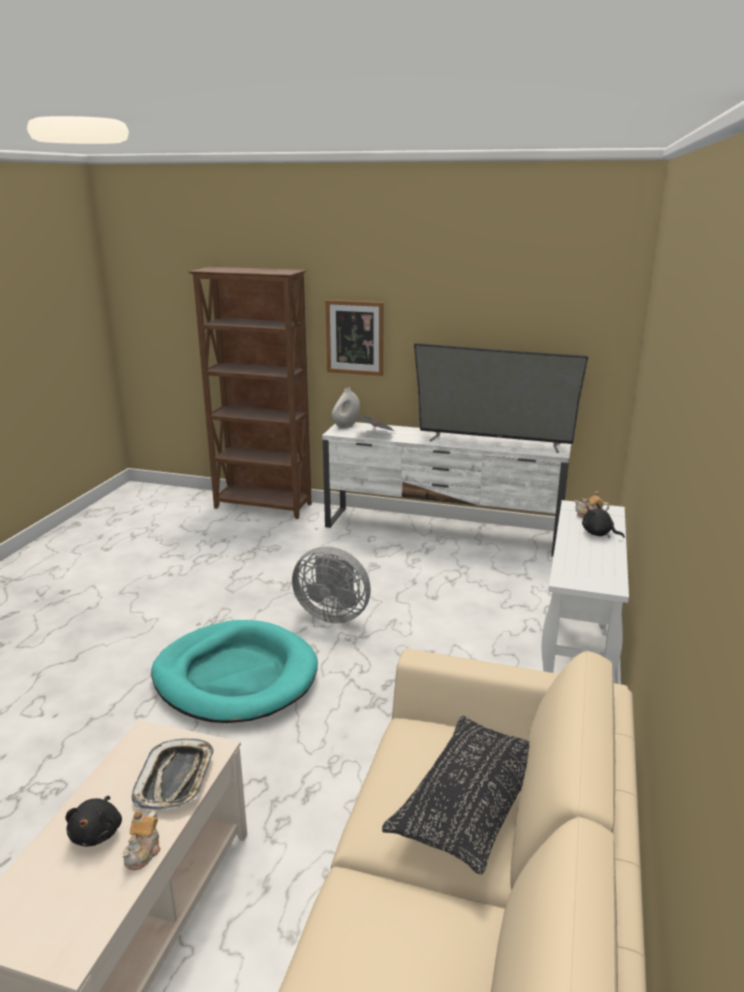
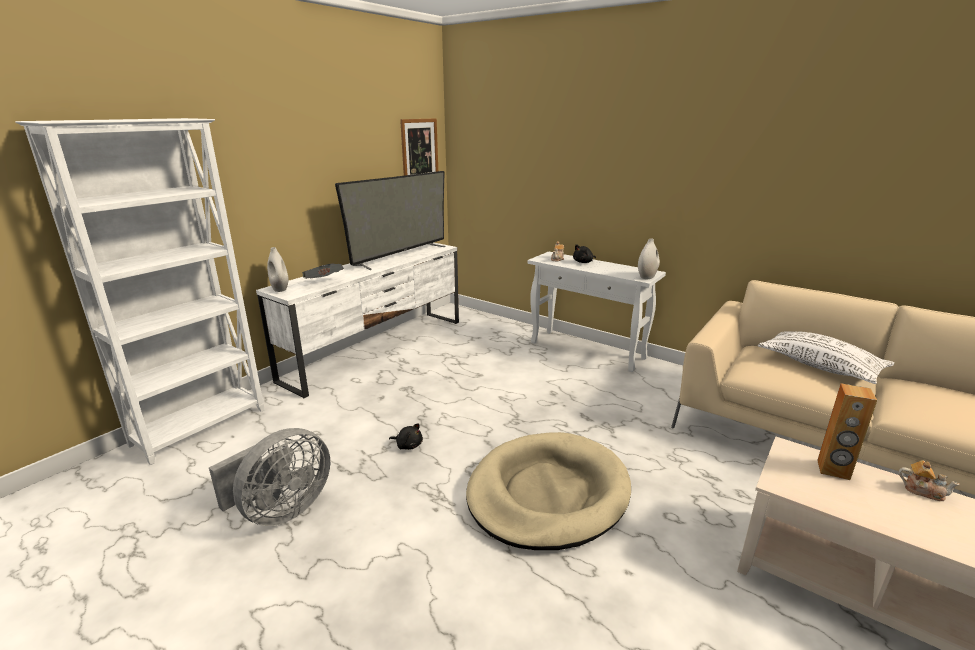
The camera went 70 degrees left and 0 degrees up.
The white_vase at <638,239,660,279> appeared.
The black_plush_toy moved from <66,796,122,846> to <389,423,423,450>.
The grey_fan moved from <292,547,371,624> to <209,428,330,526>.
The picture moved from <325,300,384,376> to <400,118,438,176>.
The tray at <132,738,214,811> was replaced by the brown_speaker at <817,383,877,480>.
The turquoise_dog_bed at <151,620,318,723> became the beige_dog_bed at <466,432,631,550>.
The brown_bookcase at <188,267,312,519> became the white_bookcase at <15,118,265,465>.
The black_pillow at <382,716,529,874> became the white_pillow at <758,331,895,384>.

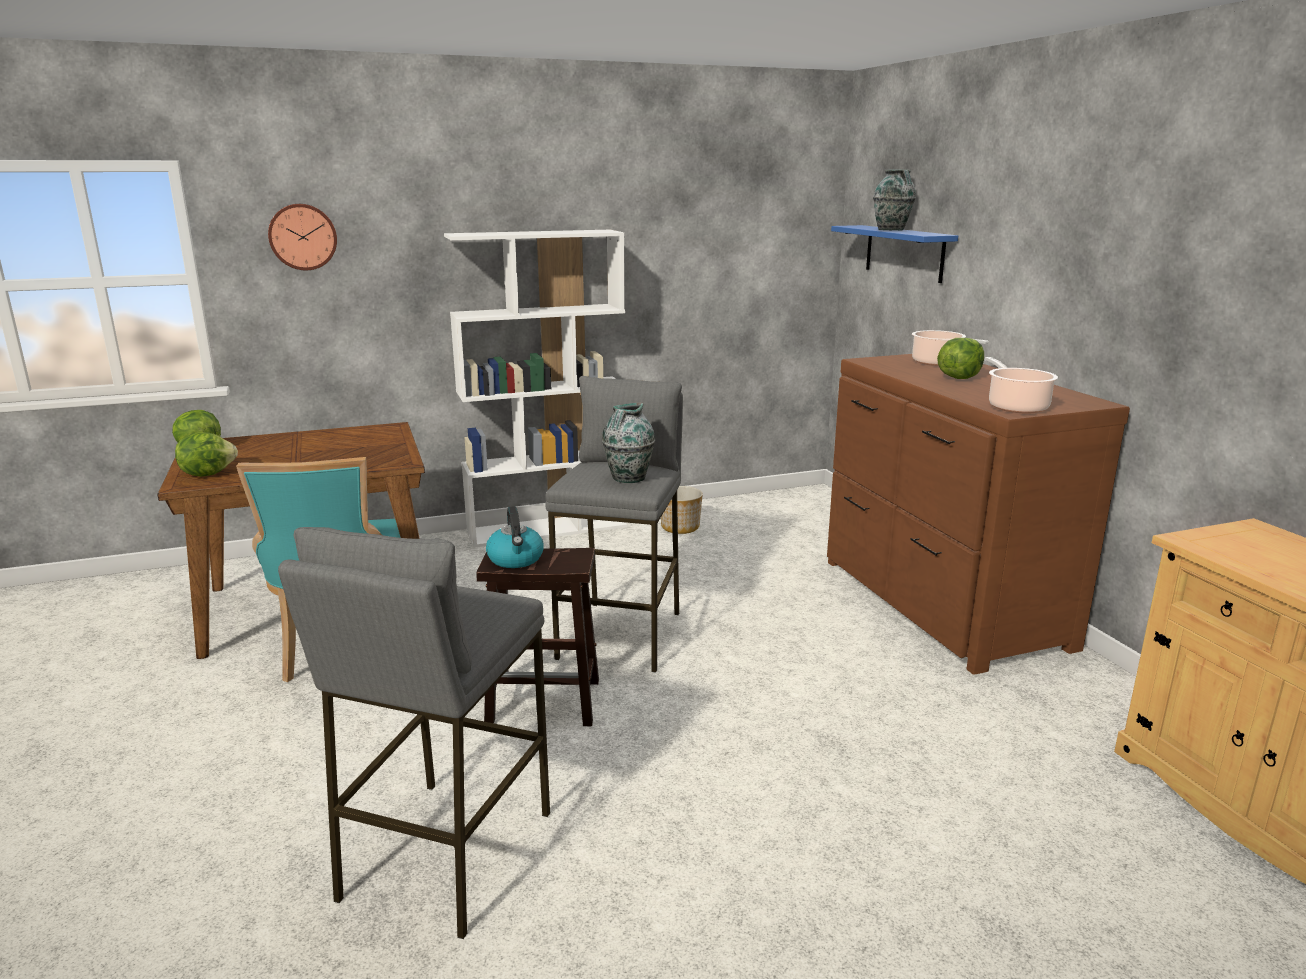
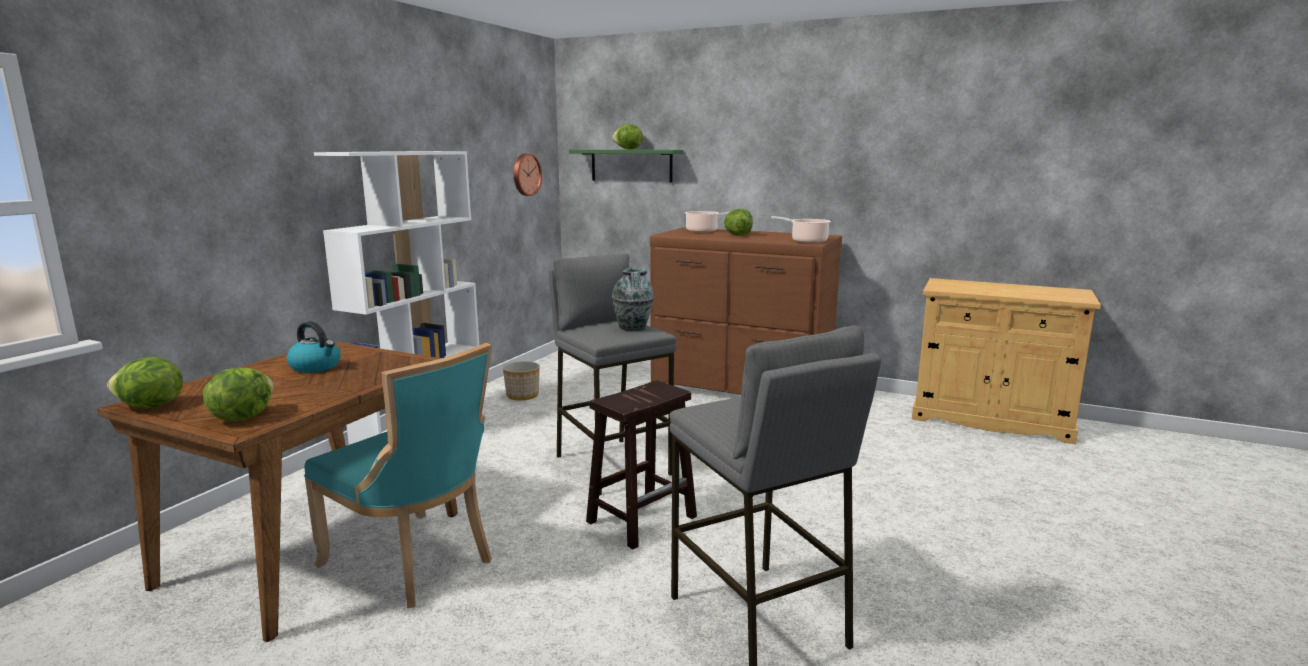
The camera went 45 degrees left and 5 degrees down.
The wall_clock moved from <268,204,337,270> to <514,153,542,196>.
The kettle moved from <486,506,544,568> to <287,321,341,373>.
The vase at <873,170,916,230> was replaced by the lettuce at <612,124,643,149>.
The blue_shelf at <831,225,958,283> became the green_shelf at <569,149,684,183>.

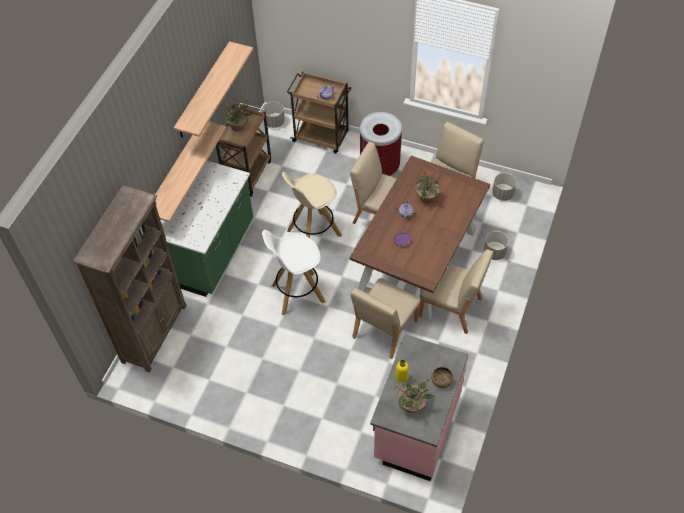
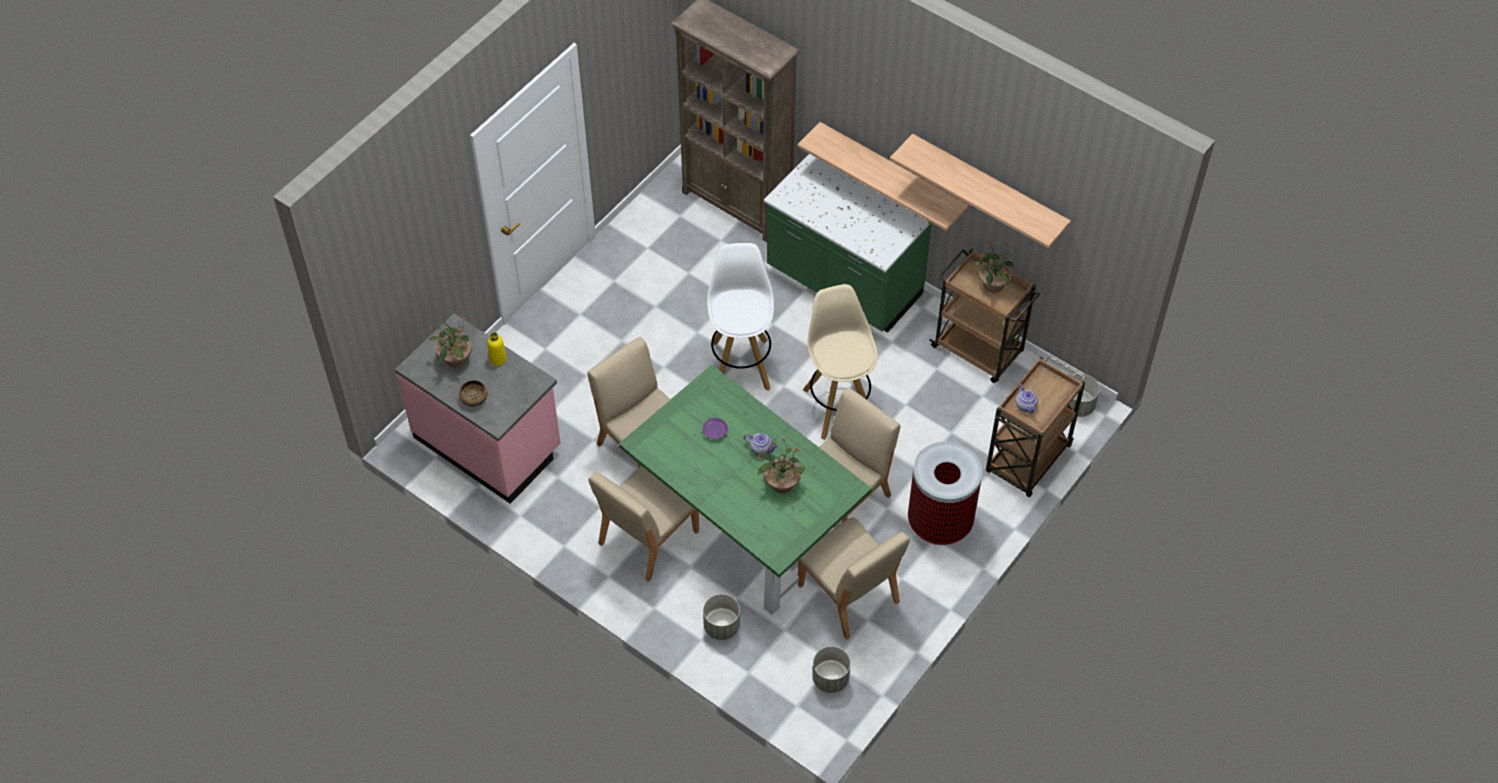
The camera went 105 degrees right and 0 degrees up.
The brown_dining_table at <349,155,490,320> became the green_dining_table at <619,364,872,615>.

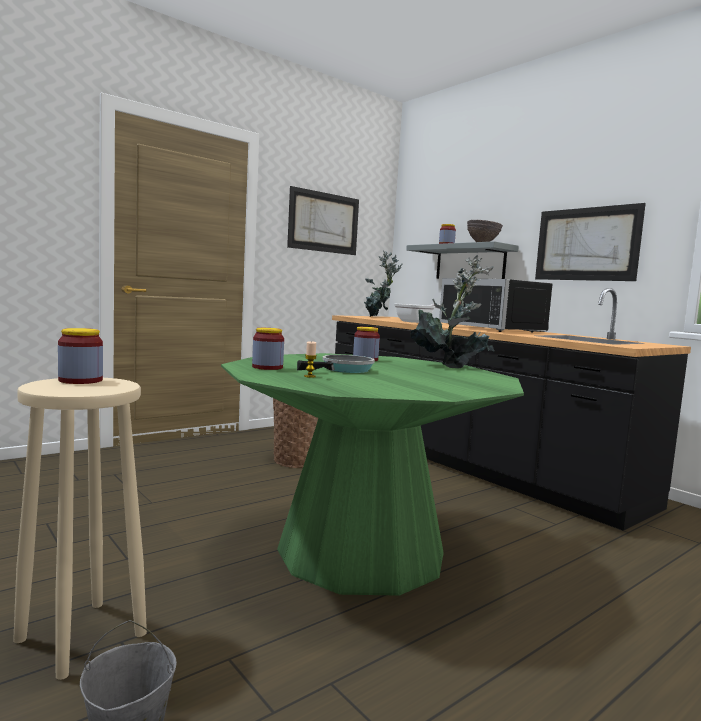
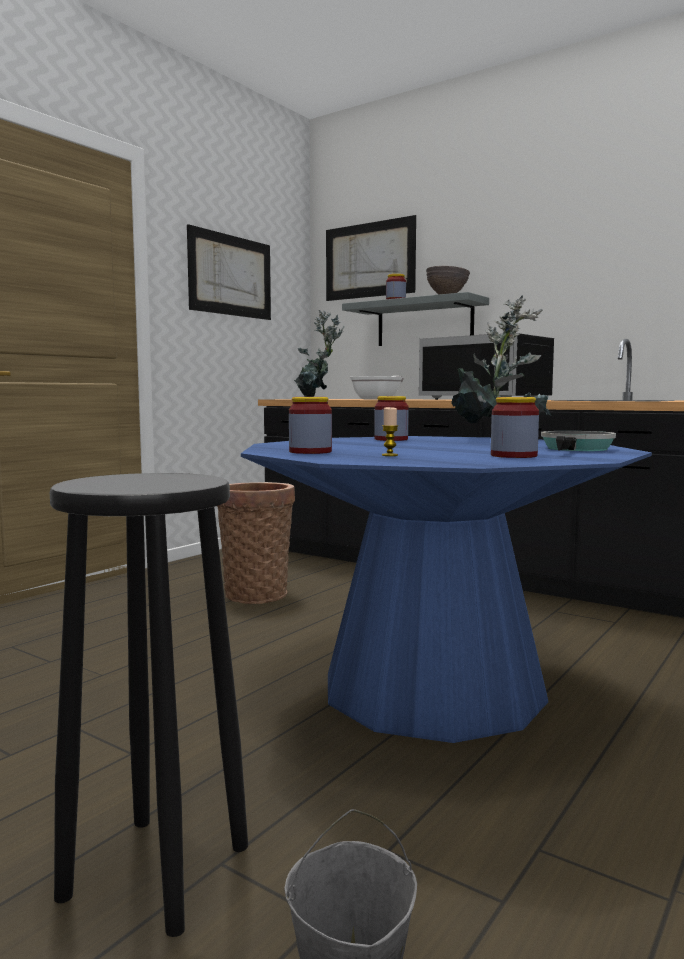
The camera went 15 degrees left and 0 degrees up.
The jar moved from <58,328,103,384> to <491,397,539,458>.
The frying_pan moved from <297,355,375,373> to <541,431,616,451>.
The picture moved from <535,203,646,281> to <326,215,416,301>.
The beige_stool at <13,378,147,680> became the black_stool at <50,473,248,937>.
The green_dining_table at <221,353,524,596> became the blue_dining_table at <241,436,652,743>.

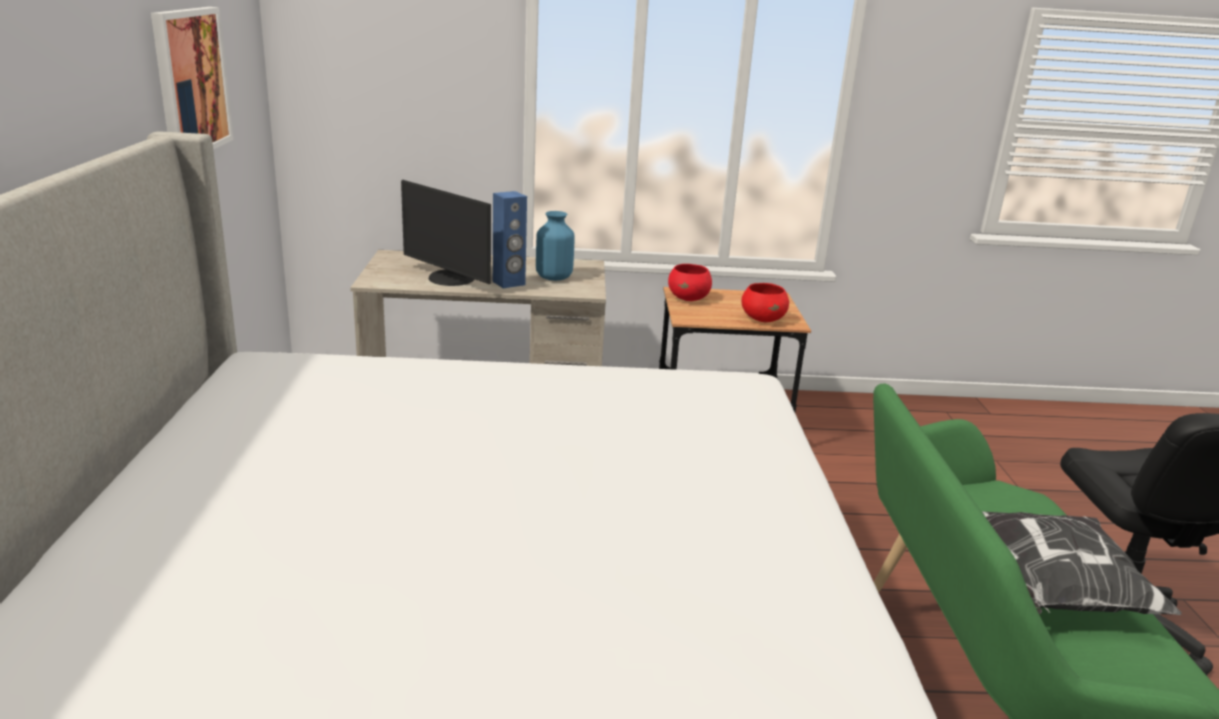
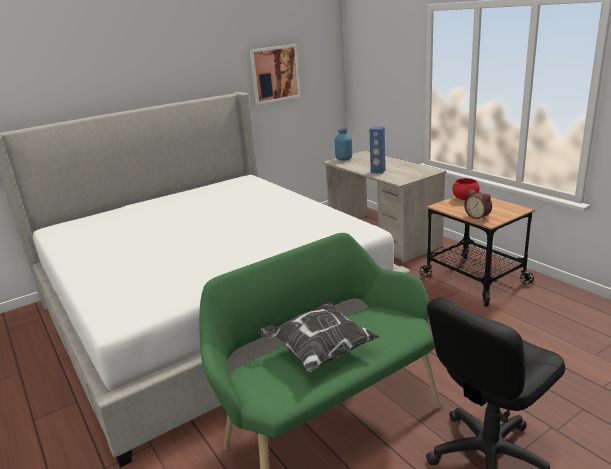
The camera went 60 degrees right and 0 degrees up.
The monitor at <401,180,491,286> disappeared.
The blue_vase moved from <536,211,575,281> to <335,128,352,161>.
The red_bowl at <741,283,789,322> was replaced by the alarm_clock at <464,190,492,220>.

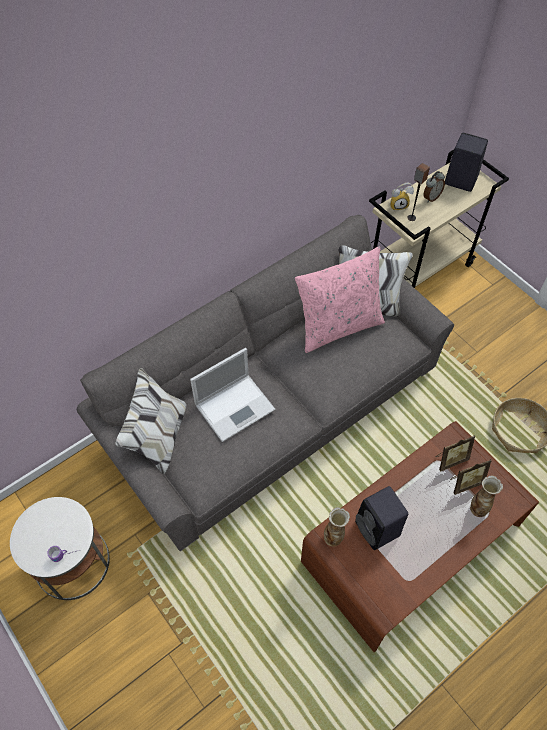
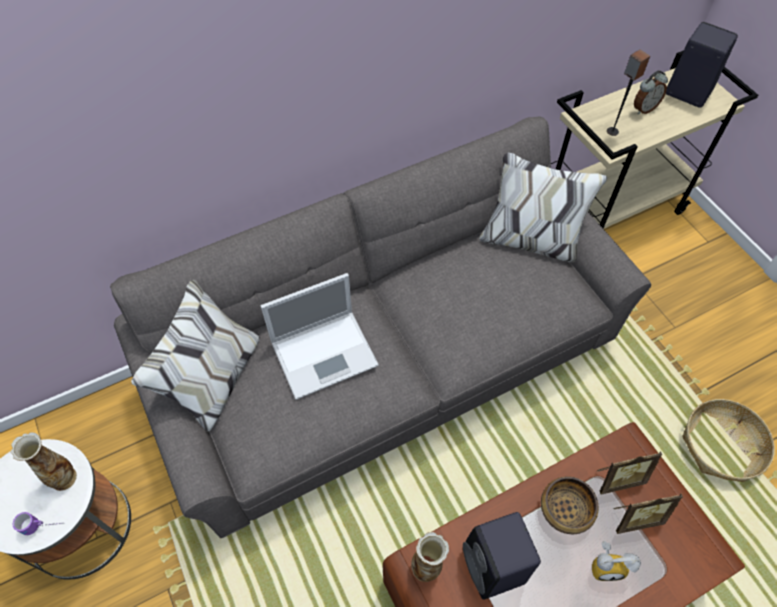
The camera went 10 degrees right and 0 degrees up.
The pink_pillow at <295,247,385,353> disappeared.
The bowl at <541,477,599,534> appeared.
The alarm_clock moved from <390,183,414,210> to <592,541,641,581>.
The vase moved from <470,476,503,517> to <11,432,77,491>.

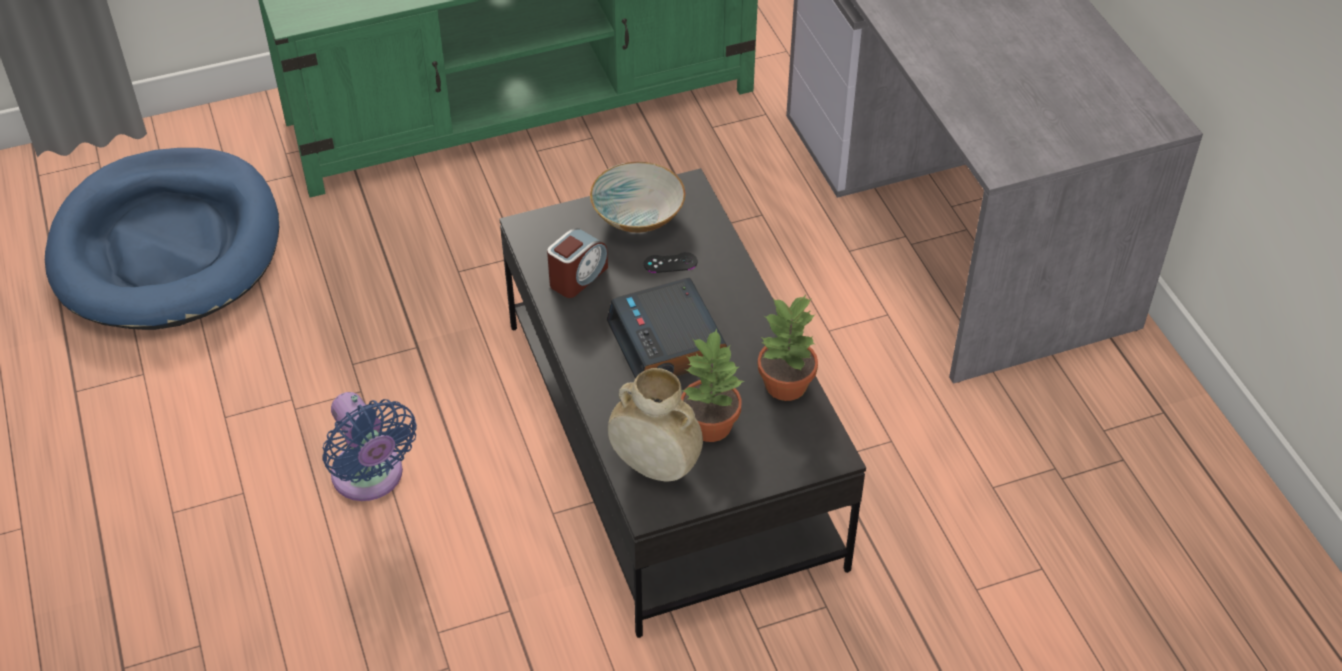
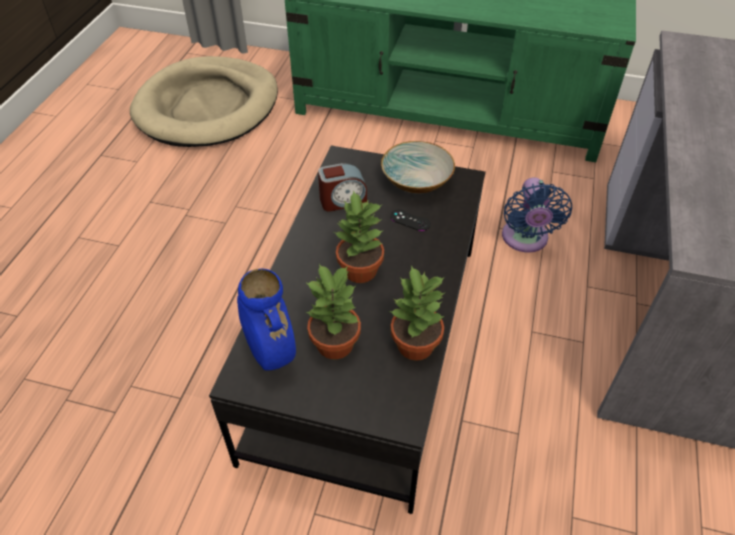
The camera went 35 degrees right and 0 degrees up.
The blue_fan moved from <322,392,417,501> to <502,177,572,253>.
The alarm_clock at <607,278,727,378> was replaced by the potted_plant at <334,190,384,283>.
The blue_dog_bed at <45,148,279,330> became the beige_dog_bed at <130,56,278,147>.
The beige_vase at <608,368,703,481> became the blue_vase at <237,269,296,370>.

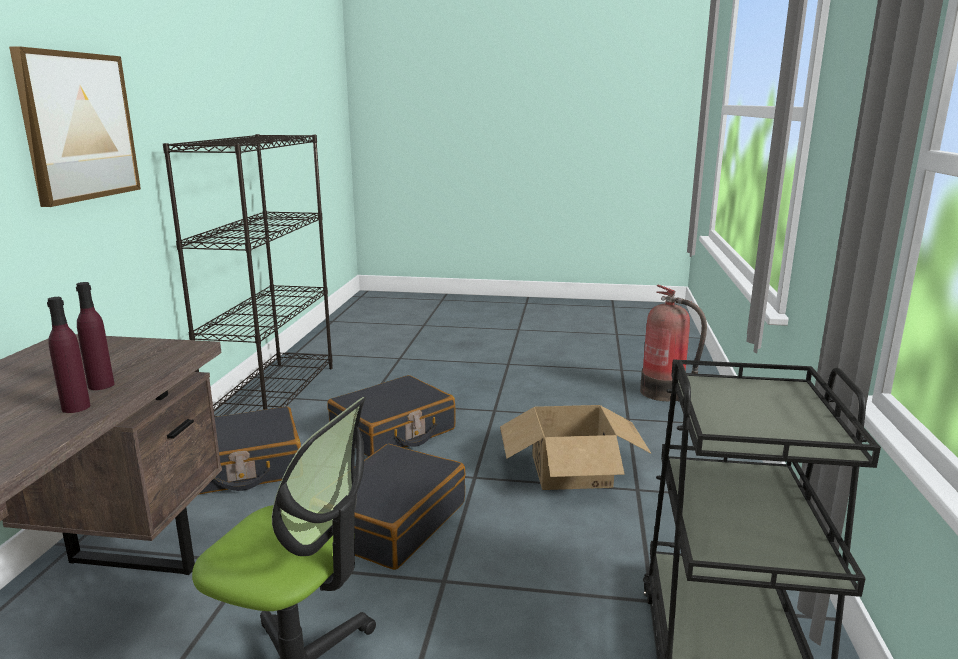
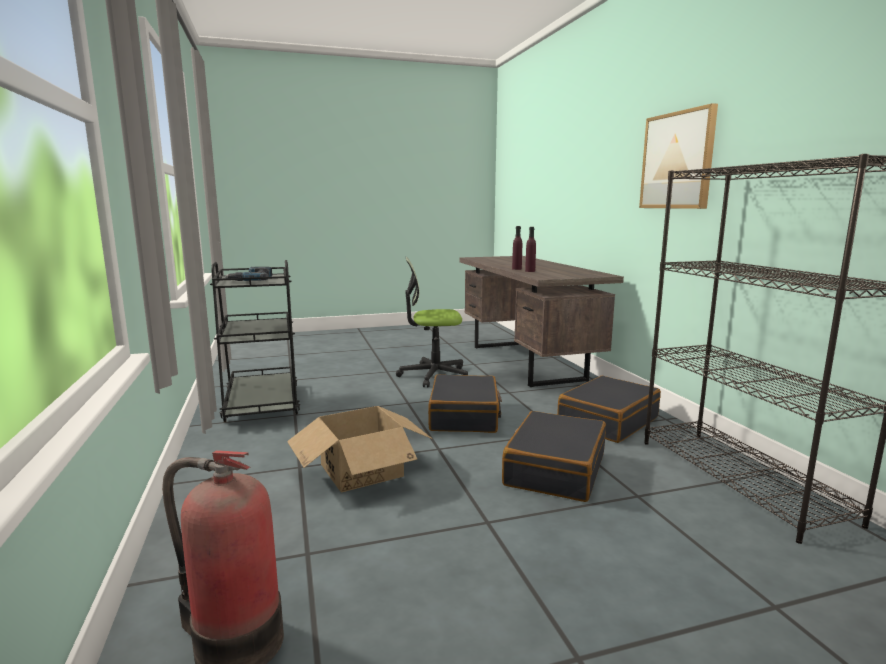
The camera went 155 degrees right and 5 degrees down.
The power_drill at <224,267,272,281> appeared.

